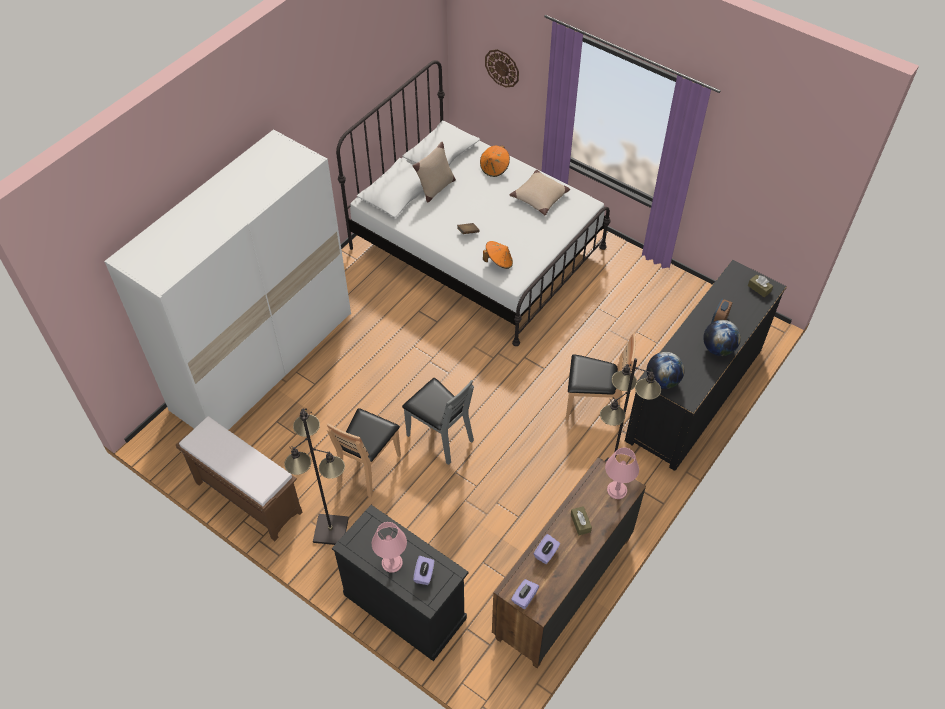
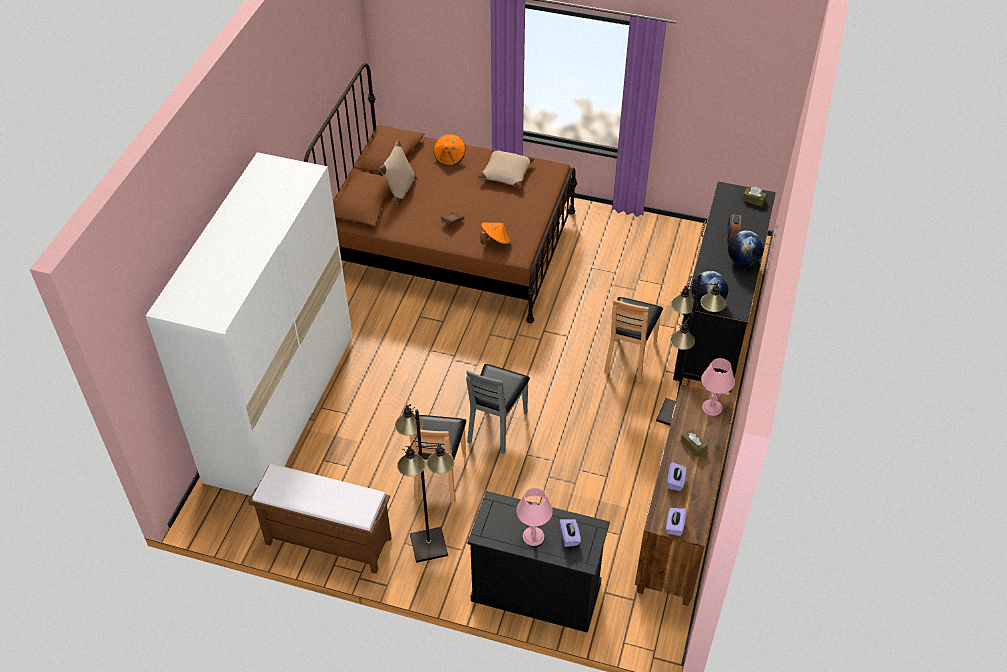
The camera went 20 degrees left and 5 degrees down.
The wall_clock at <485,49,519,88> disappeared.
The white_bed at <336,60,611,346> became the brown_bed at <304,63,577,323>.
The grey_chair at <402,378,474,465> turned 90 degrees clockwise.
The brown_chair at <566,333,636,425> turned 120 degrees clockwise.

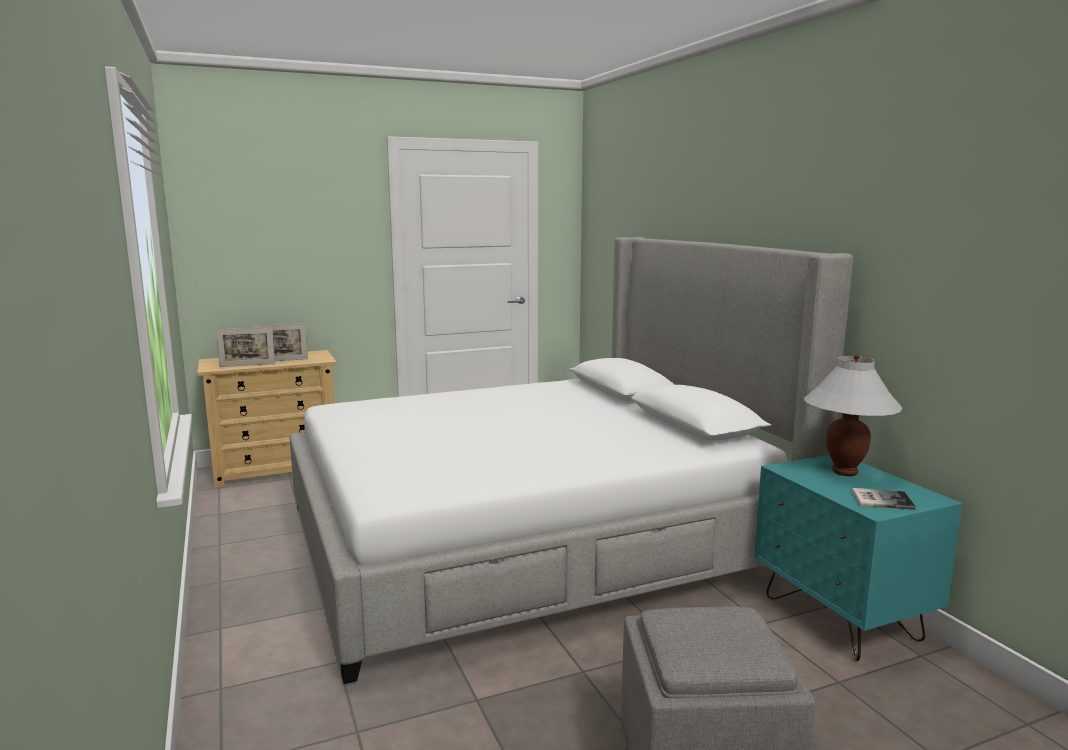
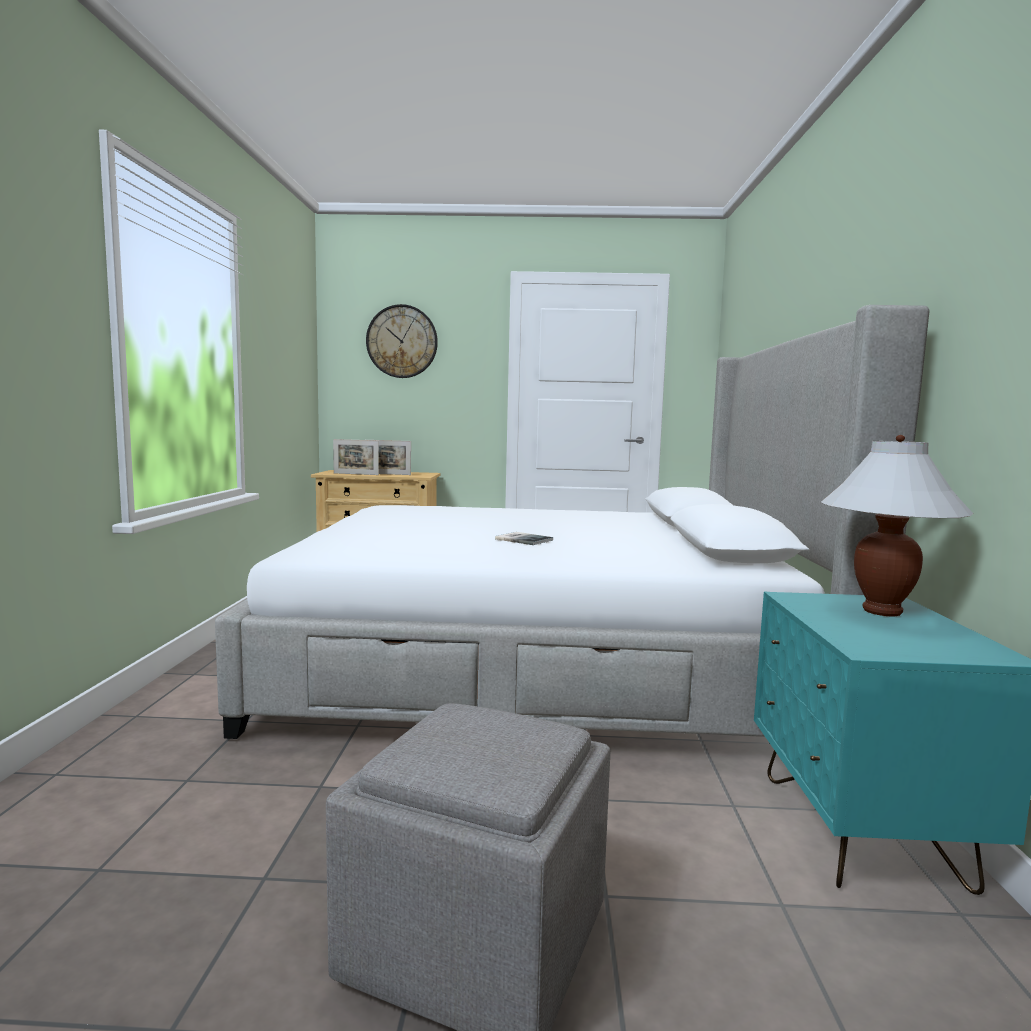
The camera went 25 degrees right and 5 degrees down.
The wall_clock at <366,304,438,378> appeared.
The book moved from <852,488,916,510> to <495,532,553,545>.

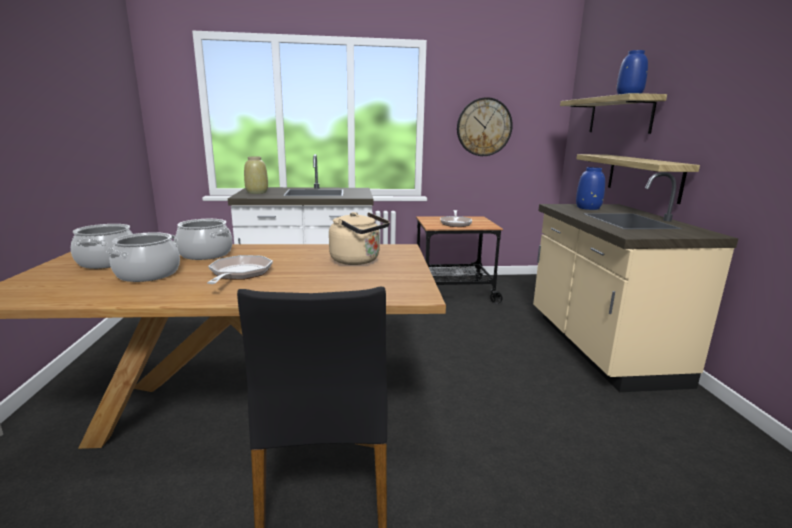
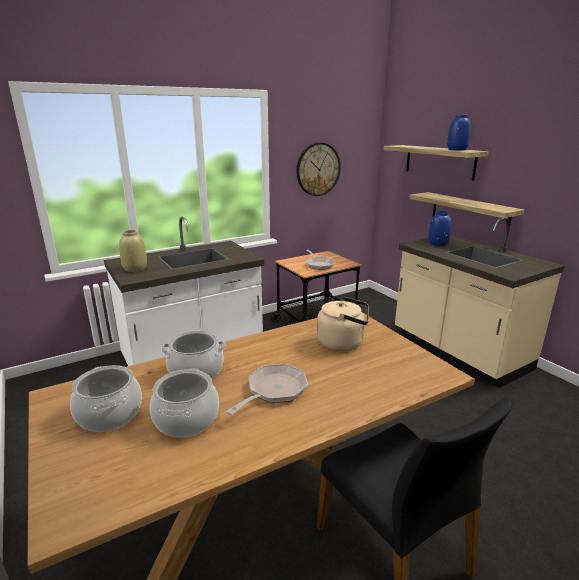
The camera went 25 degrees left and 5 degrees up.
The frying_pan at <207,255,273,284> turned 60 degrees clockwise.

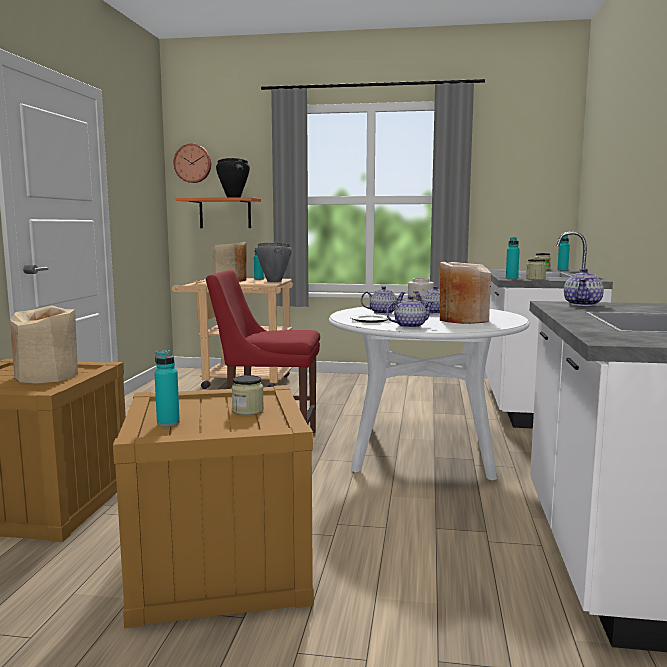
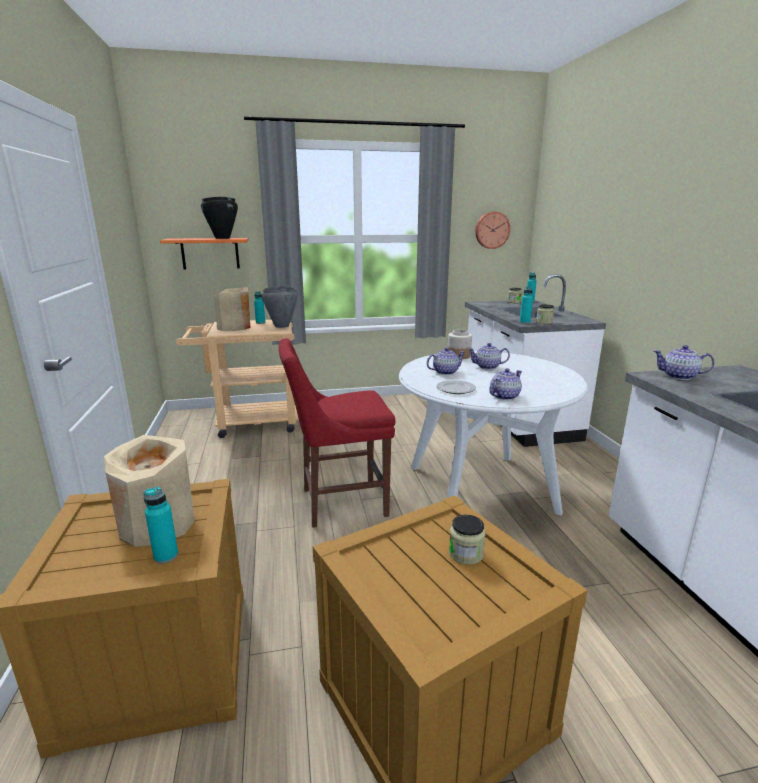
The camera went 20 degrees left and 10 degrees up.
The beige_vase at <440,262,491,324> disappeared.
The turquoise_bottle moved from <154,350,180,427> to <144,487,178,564>.
The wall_clock moved from <174,144,211,183> to <475,212,510,249>.
The teapot at <564,268,604,306> turned 105 degrees clockwise.

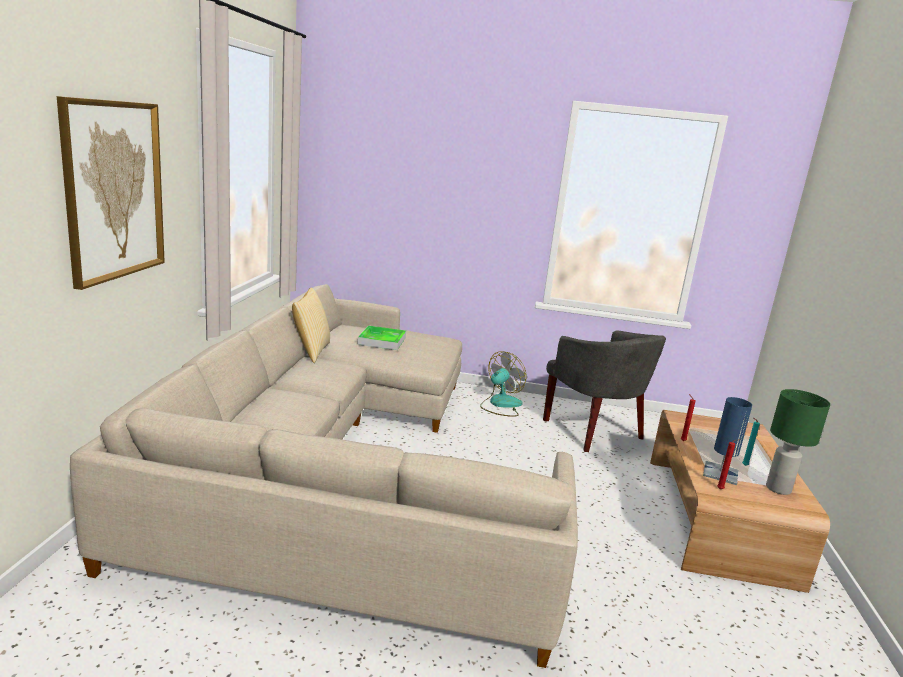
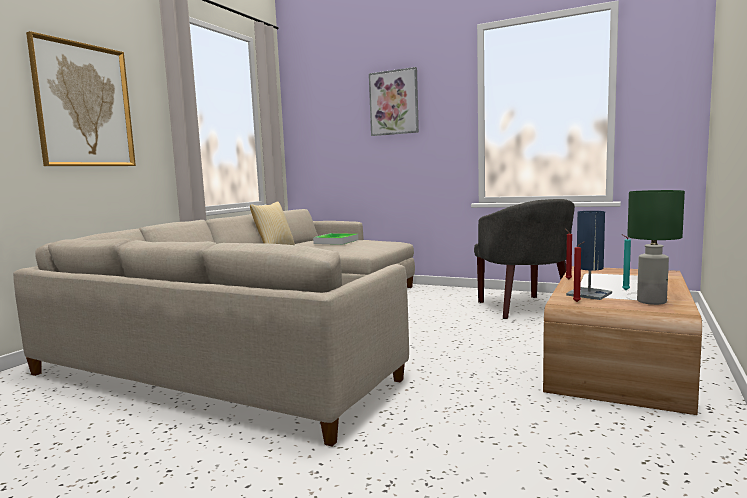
The camera went 20 degrees right and 10 degrees down.
The fan at <480,351,526,417> disappeared.
The picture at <369,67,419,136> appeared.

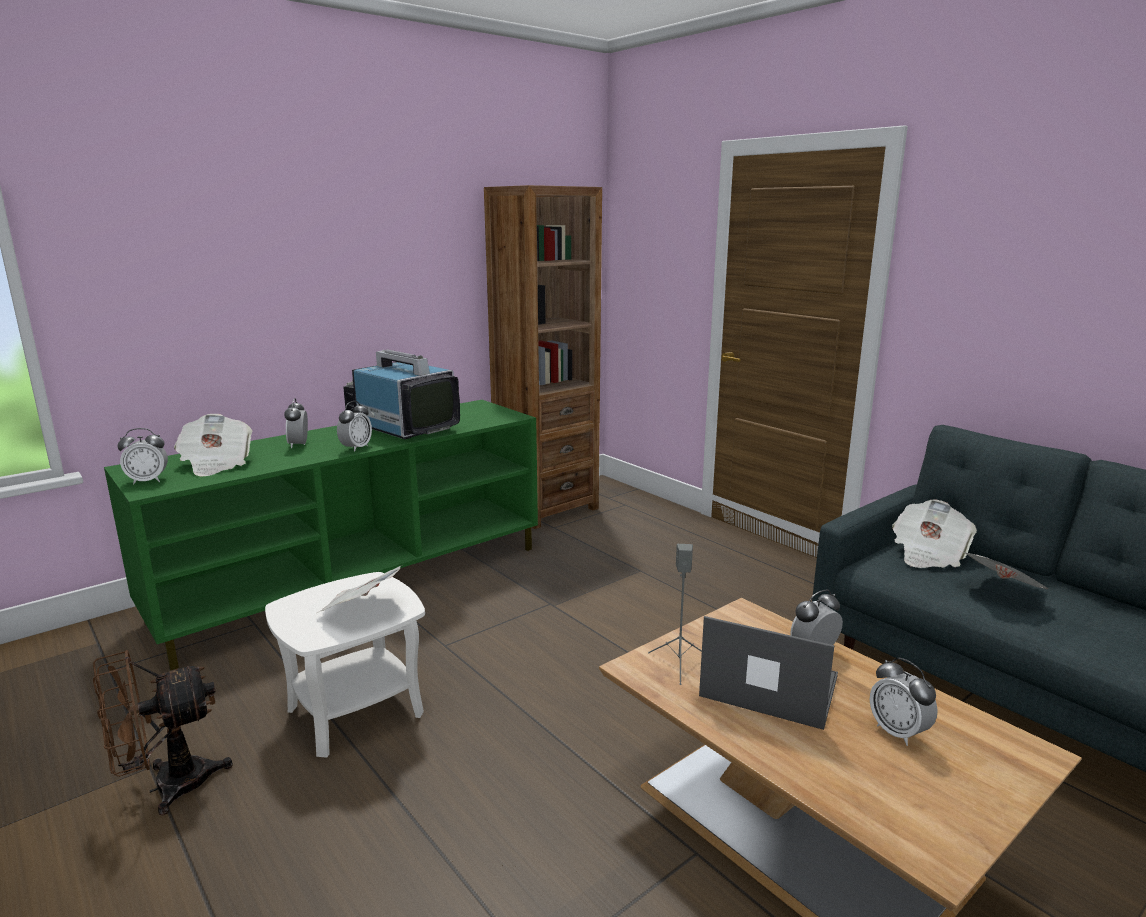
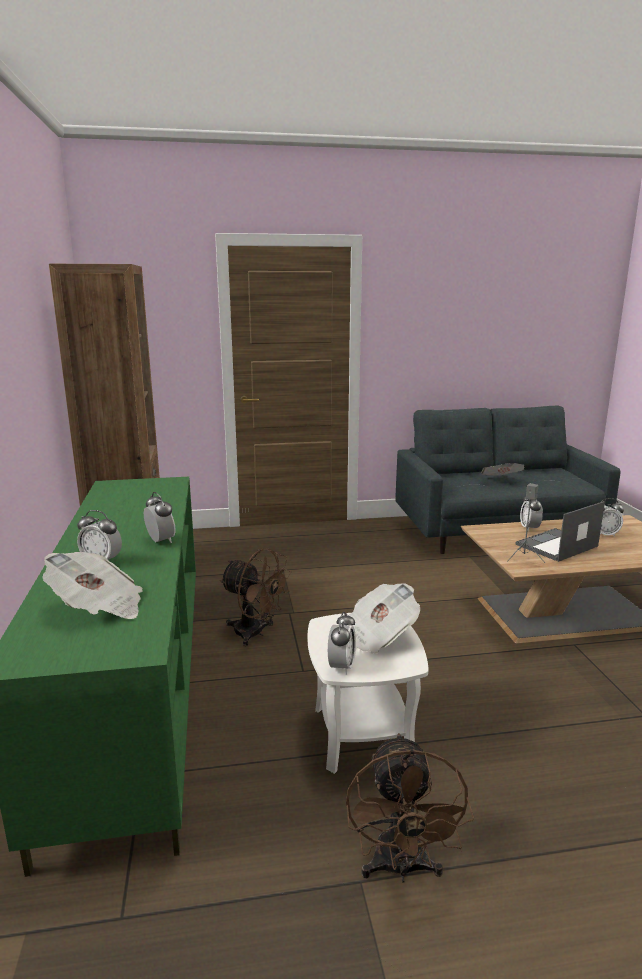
The camera went 60 degrees left and 0 degrees up.
The television at <343,350,460,439> disappeared.
The newspaper at <892,499,977,568> disappeared.
The brown_fan at <219,548,291,646> appeared.
The alarm_clock moved from <117,428,168,484> to <328,612,356,675>.

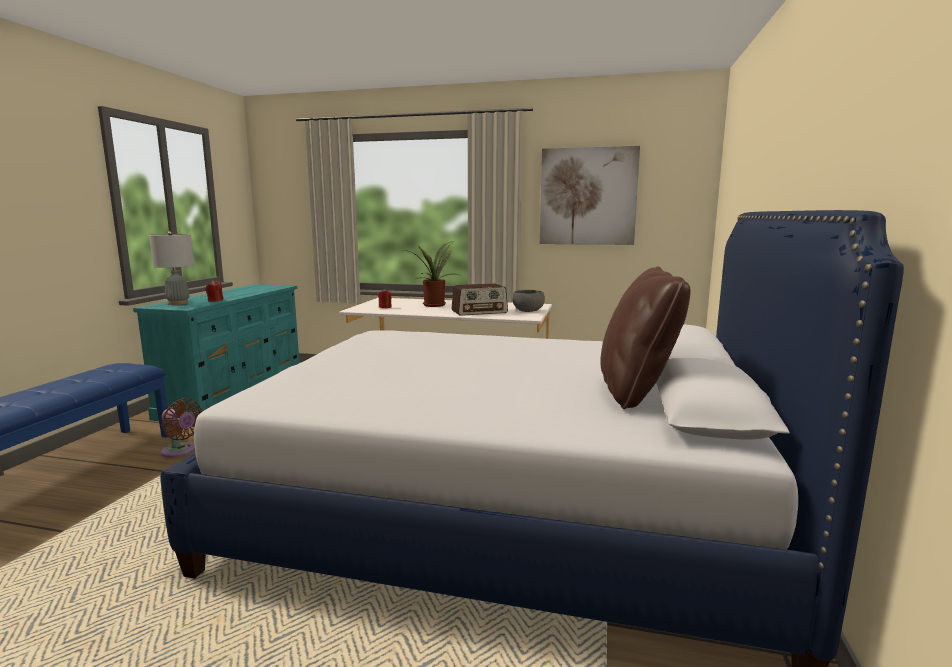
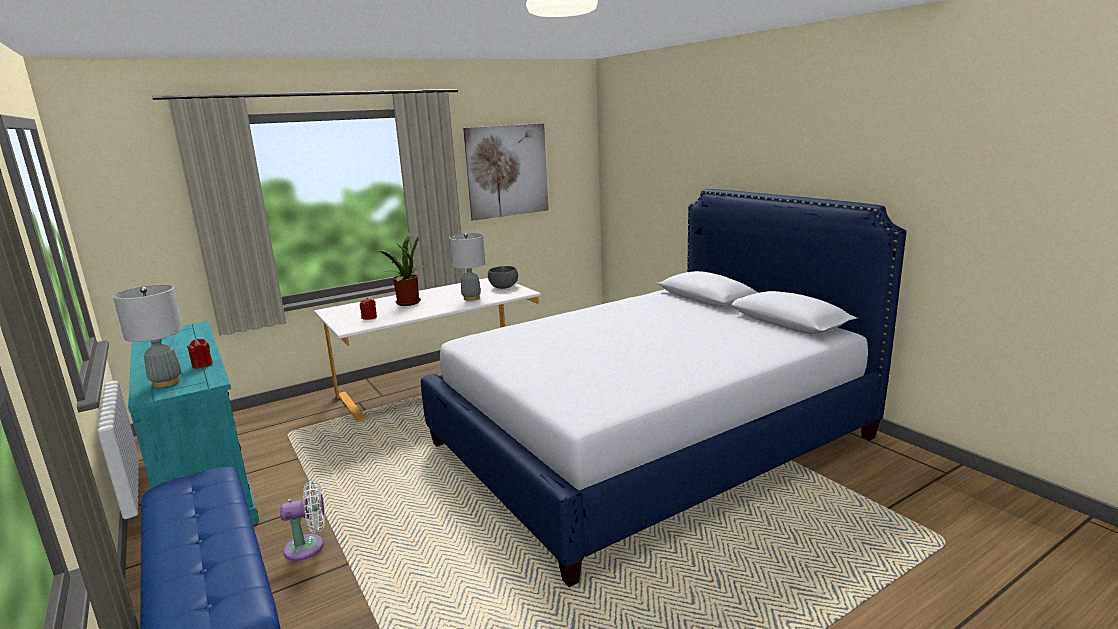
The camera went 45 degrees left and 5 degrees up.
The brown_pillow at <600,266,690,409> disappeared.
The radio at <451,284,508,316> was replaced by the grey_table_lamp at <449,233,485,301>.
The brown_fan at <161,398,202,457> became the white_fan at <280,481,325,561>.

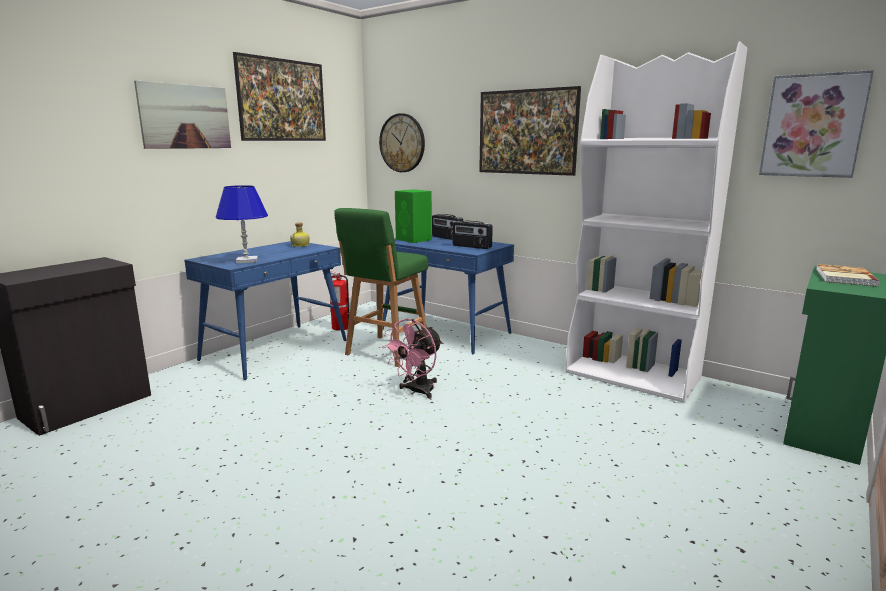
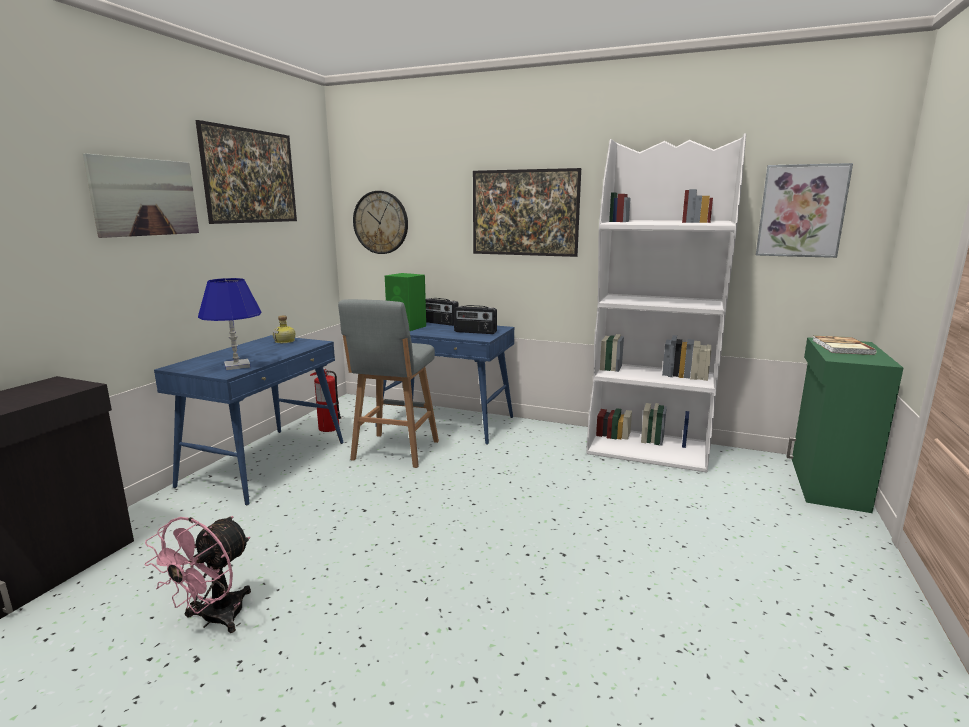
The camera went 15 degrees left and 0 degrees up.
The pink_fan moved from <382,319,443,399> to <145,516,251,633>.
The green_stool at <334,208,428,367> became the grey_stool at <338,299,439,468>.

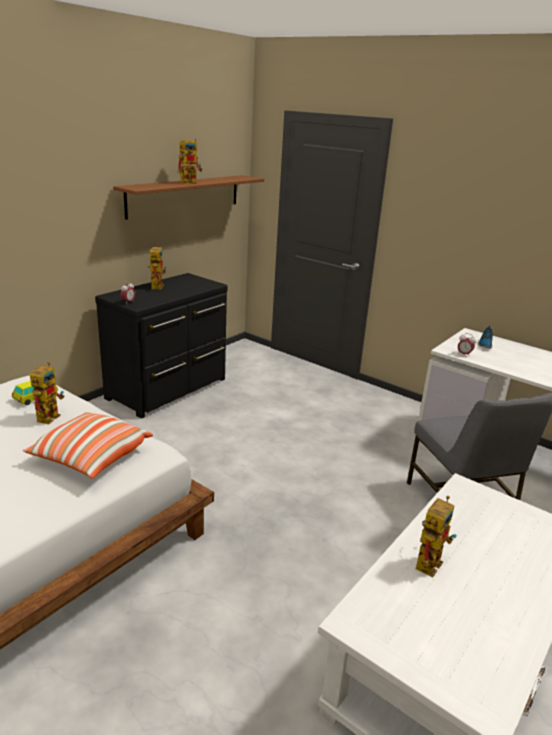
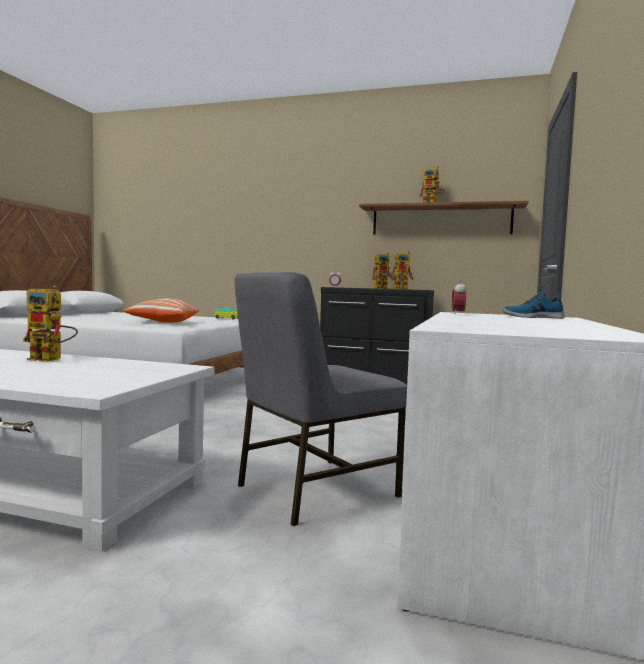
The camera went 70 degrees right and 20 degrees down.
The toy_robot moved from <30,362,65,424> to <391,252,414,289>.

